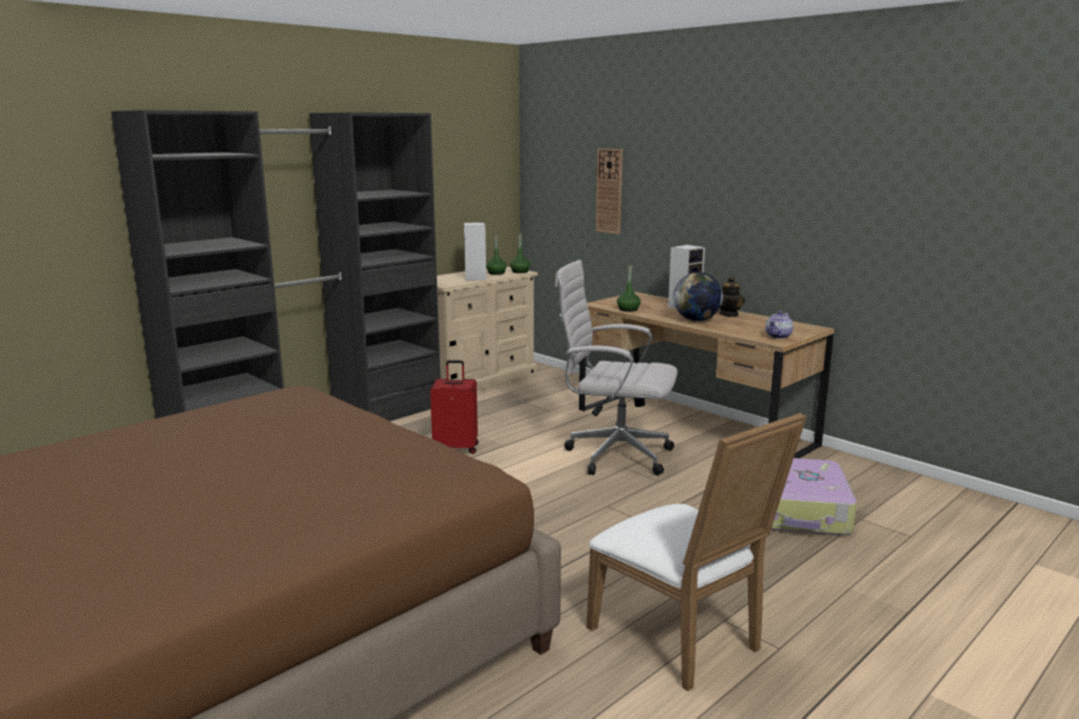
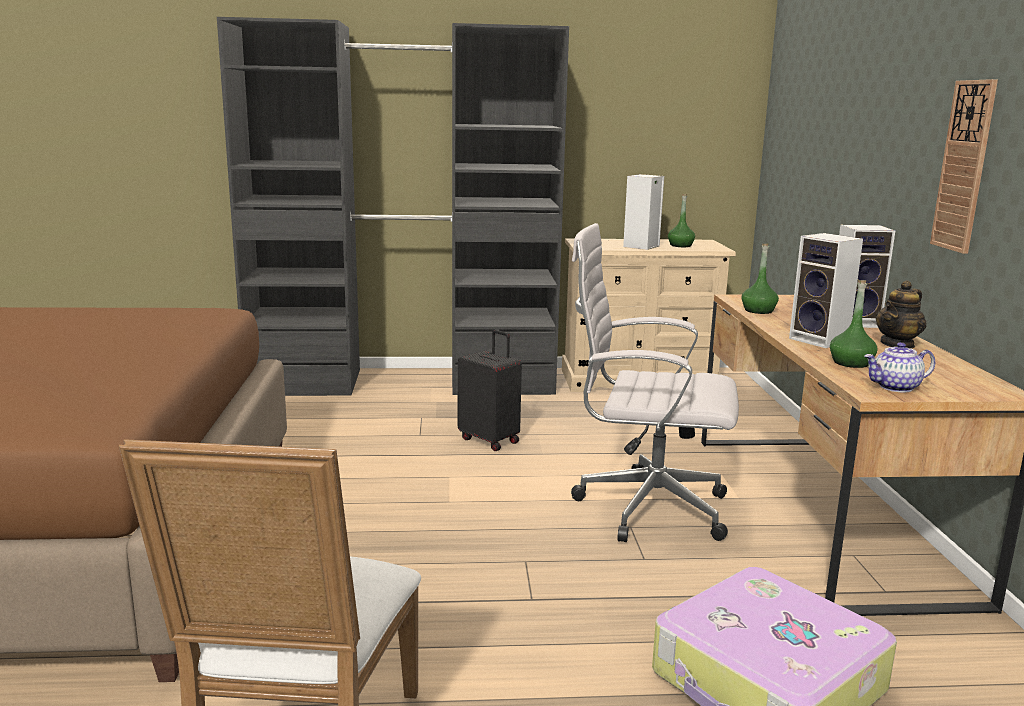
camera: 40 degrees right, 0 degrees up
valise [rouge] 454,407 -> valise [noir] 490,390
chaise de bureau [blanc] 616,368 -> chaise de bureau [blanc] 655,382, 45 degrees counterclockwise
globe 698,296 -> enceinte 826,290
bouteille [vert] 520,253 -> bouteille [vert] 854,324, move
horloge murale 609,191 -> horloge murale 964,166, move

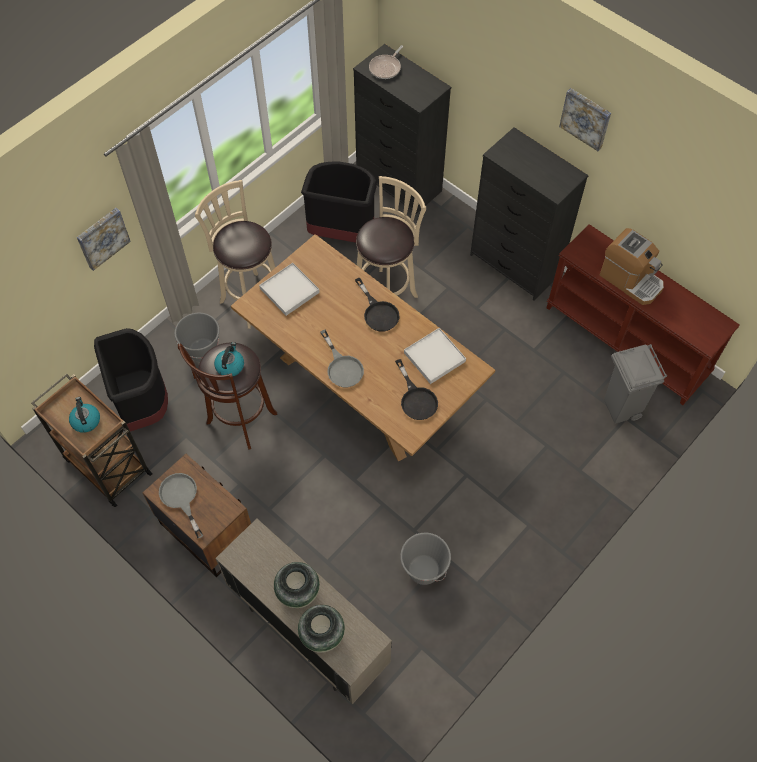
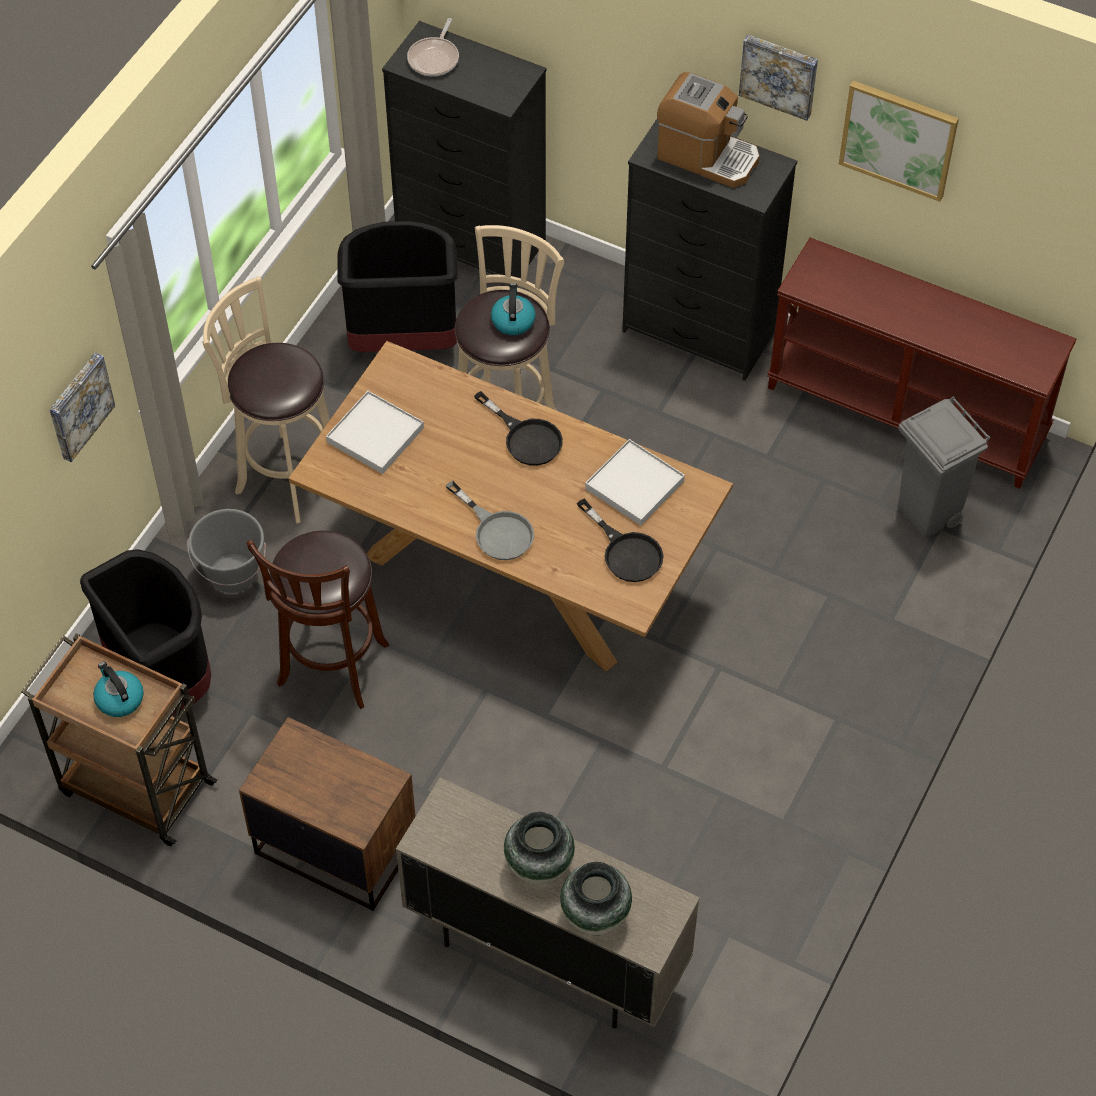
camera: 15 degrees left, 5 degrees down
bouilloire 229,359 -> bouilloire 513,309, move
machine à café 632,266 -> machine à café 708,130, move
none -> tableau 899,141
poêle [gris] 181,506 -> none
seau [gris] 425,559 -> none

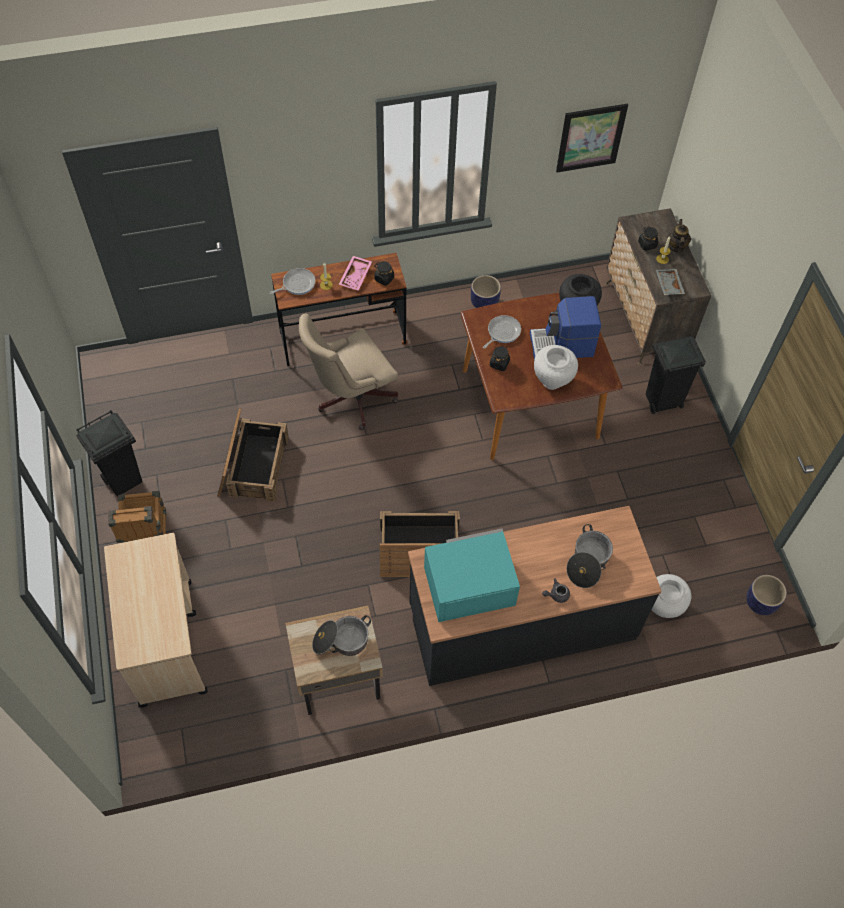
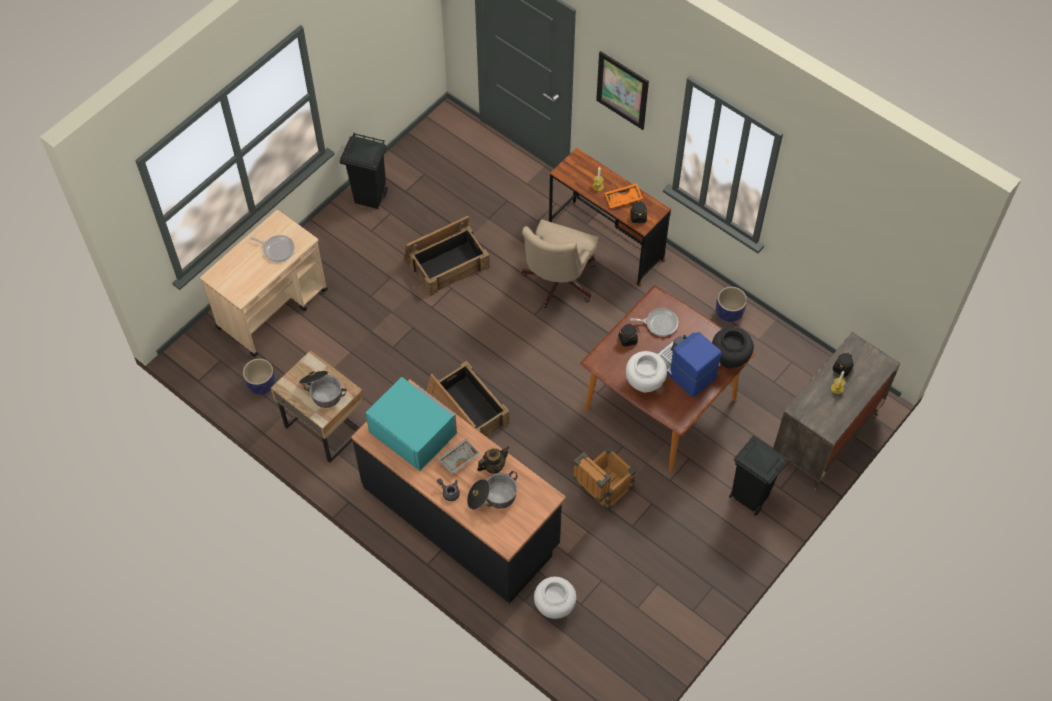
camera: 55 degrees right, 0 degrees up
cache-pot 766,595 -> cache-pot 259,376, move
poêle 292,281 -> poêle 272,248, move
plateau [gris] 670,282 -> plateau [gris] 459,456, move
théière 679,236 -> théière 493,460, move
chaise de bureau [beige] 348,372 -> chaise de bureau [beige] 560,263, 90 degrees counterclockwise
caisse 137,517 -> caisse 604,478, move
tableau 592,138 -> tableau 622,90, move
plateau [rose] 355,273 -> plateau [orange] 624,195

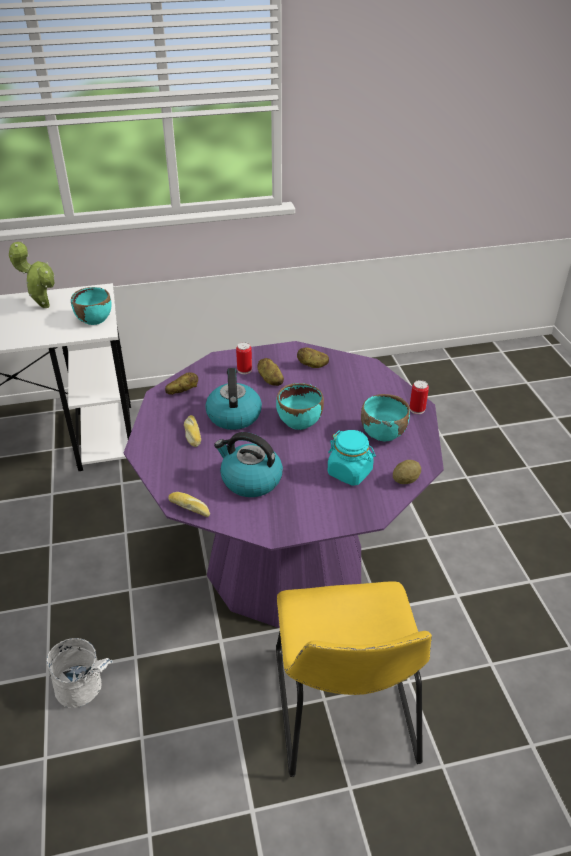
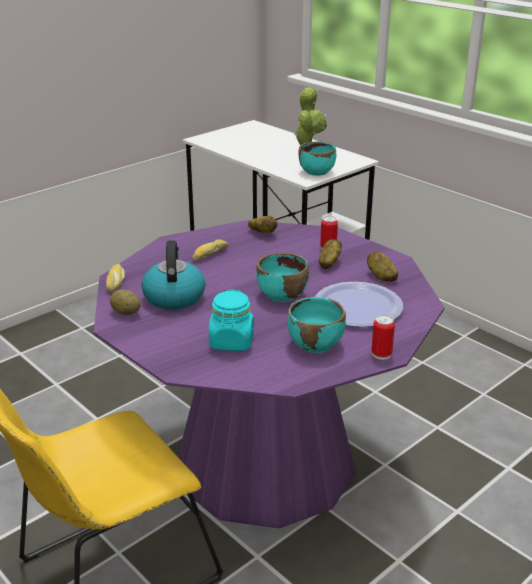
camera: 60 degrees right, 10 degrees down
pomme de terre 407,472 -> pomme de terre 125,302, move
none -> assiette 359,304
seau [blanc] 80,673 -> none
bouilloire 233,399 -> none

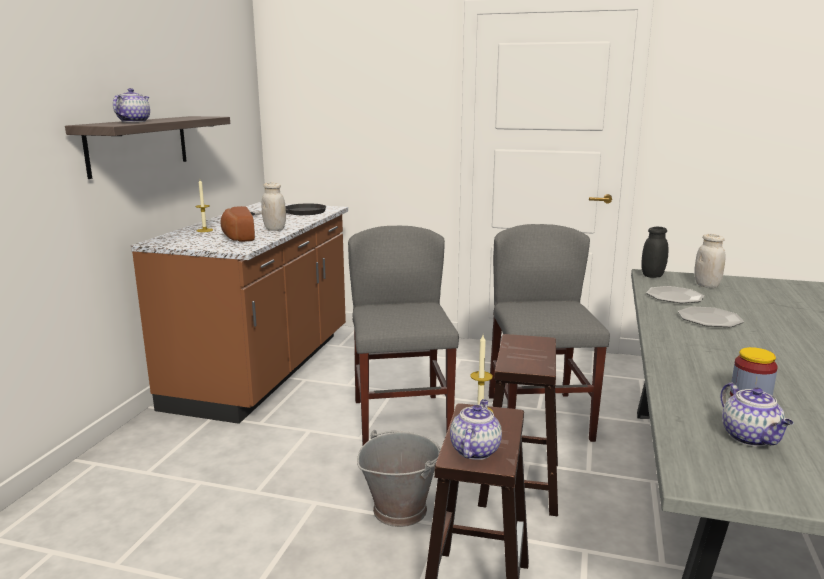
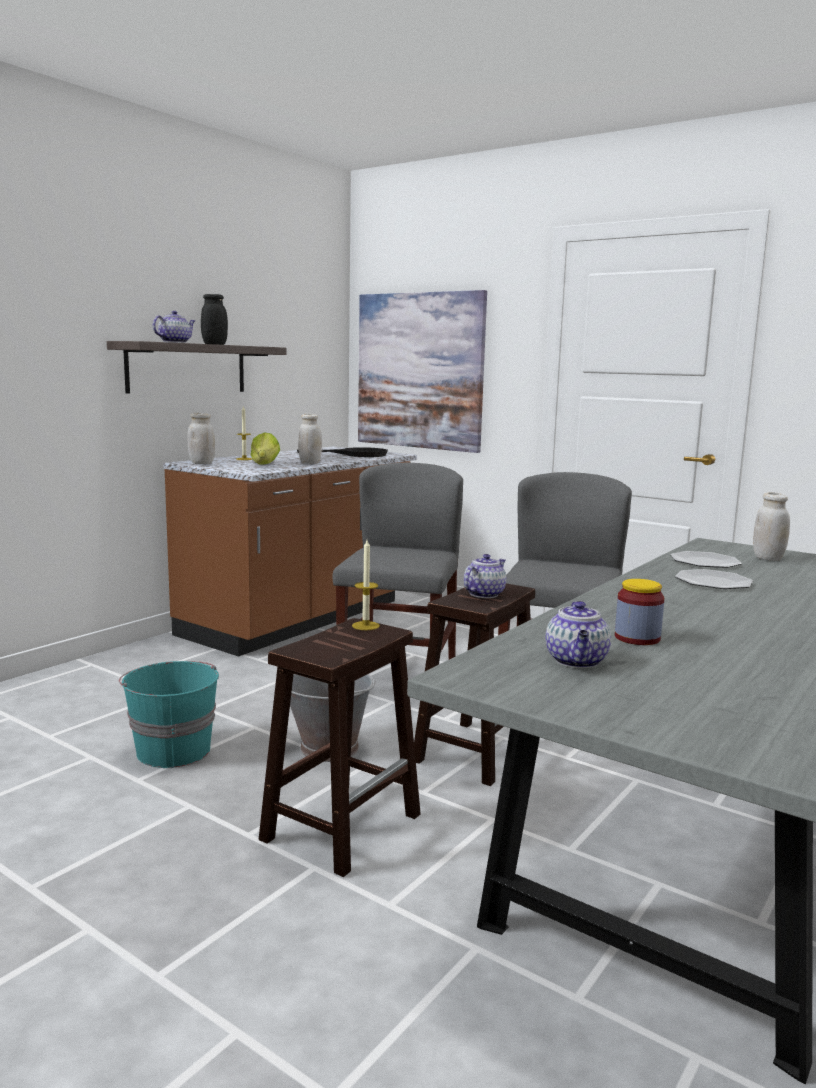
camera: 20 degrees right, 5 degrees down
none -> seau [turquoise] 169,714
none -> bocal [blanc] 201,438
bocal [noir] 654,252 -> bocal [noir] 214,319, move
pain 238,224 -> laitue 265,448
none -> tableau 422,371
théière 476,429 -> théière 485,576, move

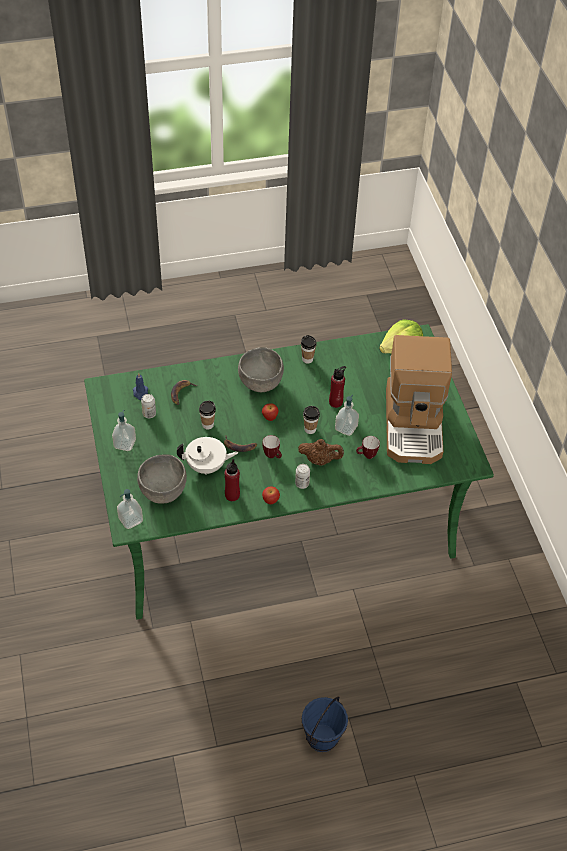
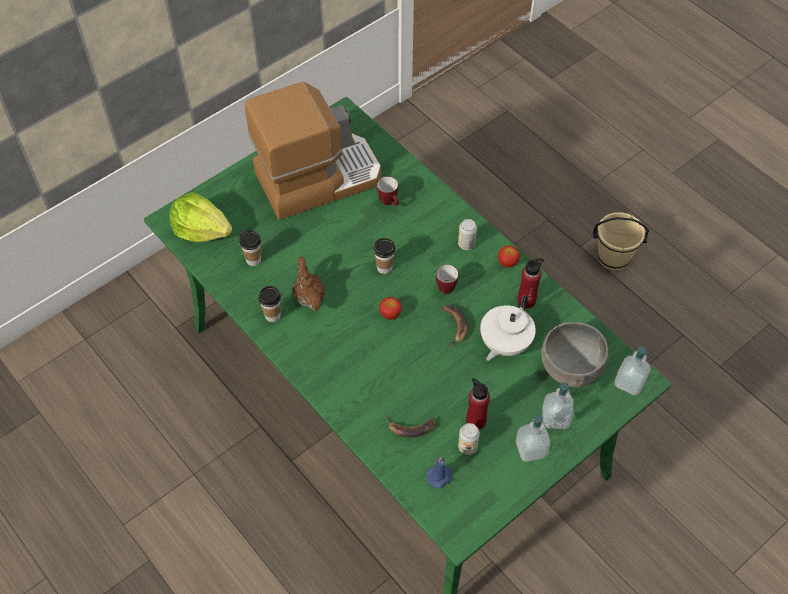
camera: 115 degrees left, 5 degrees up
tasse 207,415 -> tasse 250,248, move
théière [marron] 321,452 -> théière [marron] 308,284, move
bouteille [rouge] 337,387 -> bouteille [rouge] 478,404, move
théière [blanc] 207,456 -> théière [blanc] 508,328, 120 degrees counterclockwise
distributeur de savon 347,415 -> distributeur de savon 558,406, move
seau [bleu] 325,724 -> seau [beige] 621,241
bol [gris] 261,369 -> none

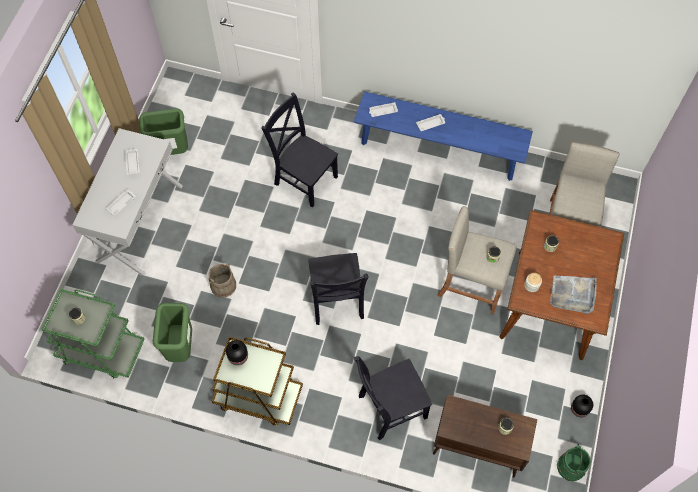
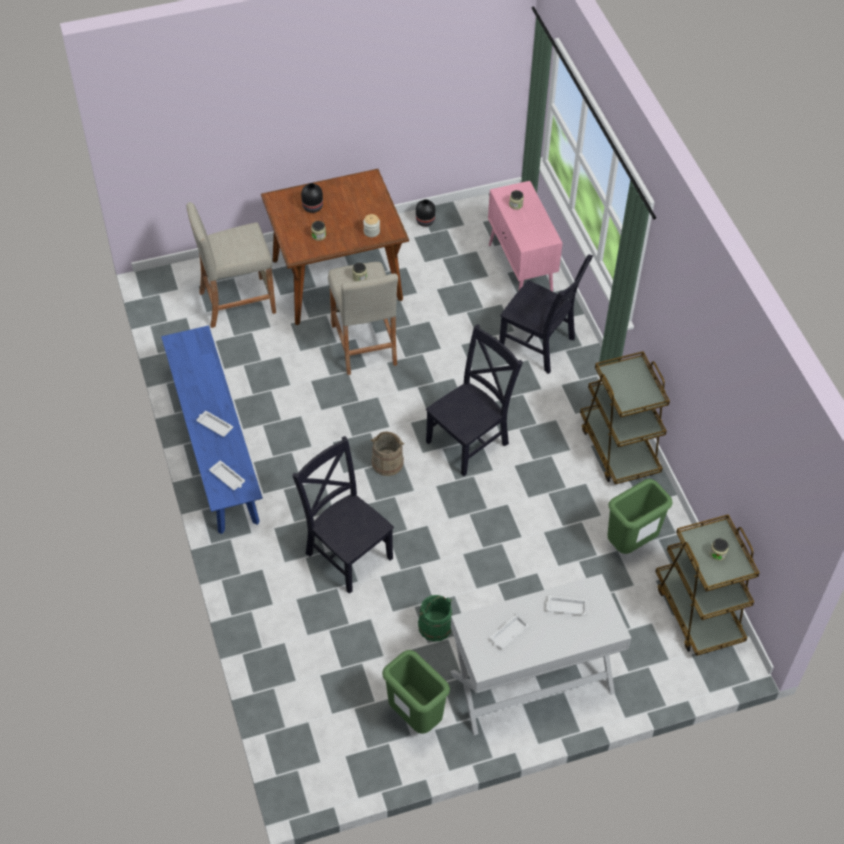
camera: 125 degrees left, 10 degrees down
chaise [noir] 299,150 -> chaise [noir] 343,515, 135 degrees clockwise
vase [noir] 237,352 -> vase [noir] 312,198, move
seau [beige] 222,281 -> seau [beige] 387,454, move
seau [vert] 574,462 -> seau [vert] 435,618, move
meuble de rangement [marron] 485,436 -> meuble de rangement [rose] 525,236
chariot [vert] 93,333 -> chariot [marron] 707,585
plateau [gris] 573,295 -> none

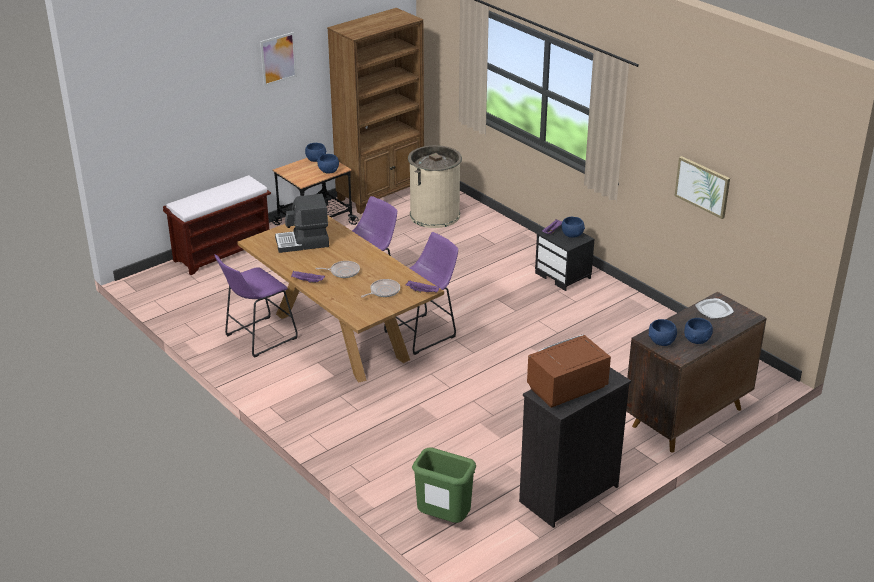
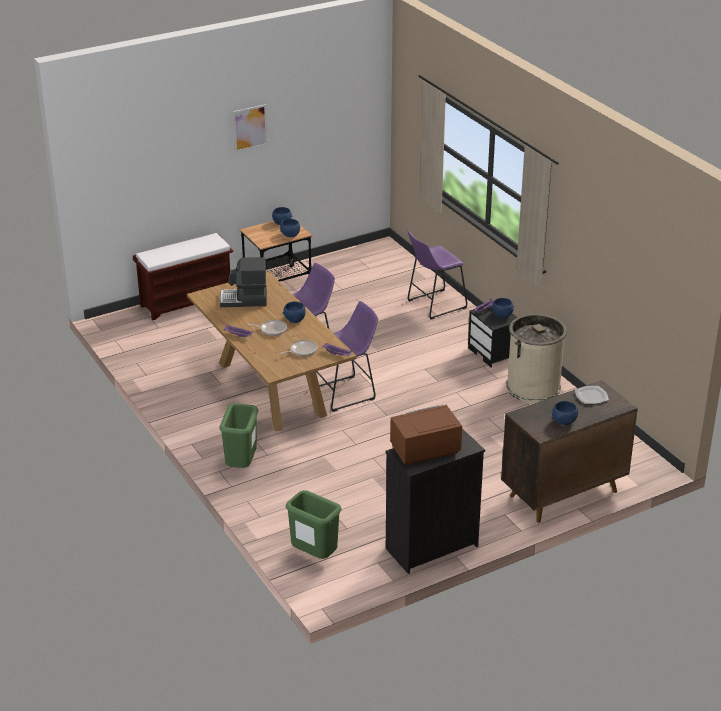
camera: 10 degrees right, 0 degrees up
none -> poubelle [vert] 239,435
bol [bleu] 662,332 -> bol [bleu] 294,312, move
tabouret [violet] 256,306 -> tabouret [violet] 437,274, move
poubelle [beige] 435,186 -> poubelle [beige] 536,358, move
bibliothèque [marron] 375,111 -> none
tableau 702,187 -> none

